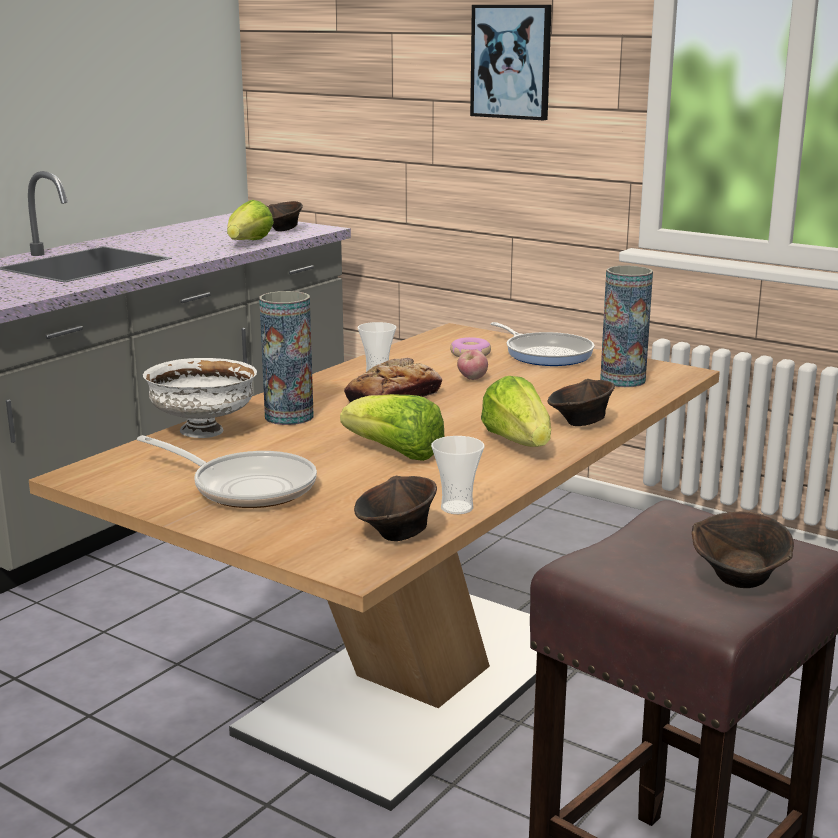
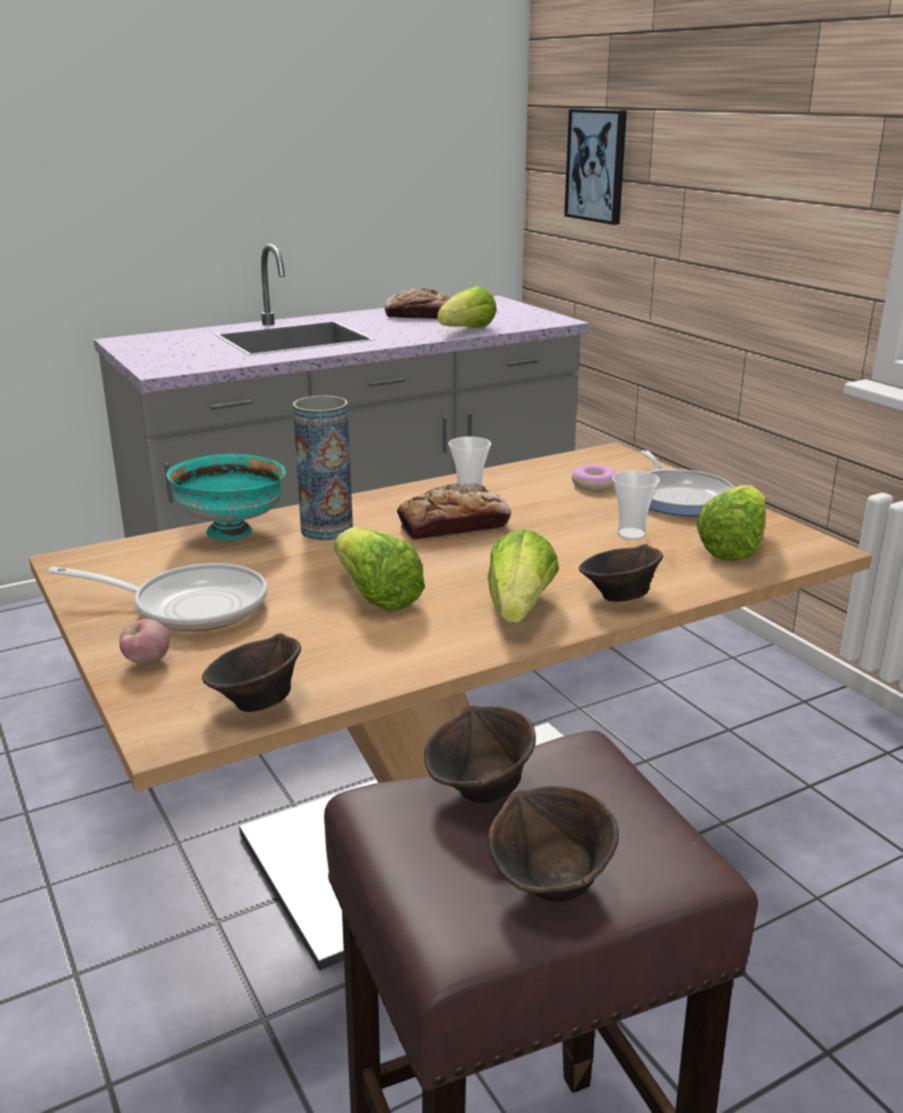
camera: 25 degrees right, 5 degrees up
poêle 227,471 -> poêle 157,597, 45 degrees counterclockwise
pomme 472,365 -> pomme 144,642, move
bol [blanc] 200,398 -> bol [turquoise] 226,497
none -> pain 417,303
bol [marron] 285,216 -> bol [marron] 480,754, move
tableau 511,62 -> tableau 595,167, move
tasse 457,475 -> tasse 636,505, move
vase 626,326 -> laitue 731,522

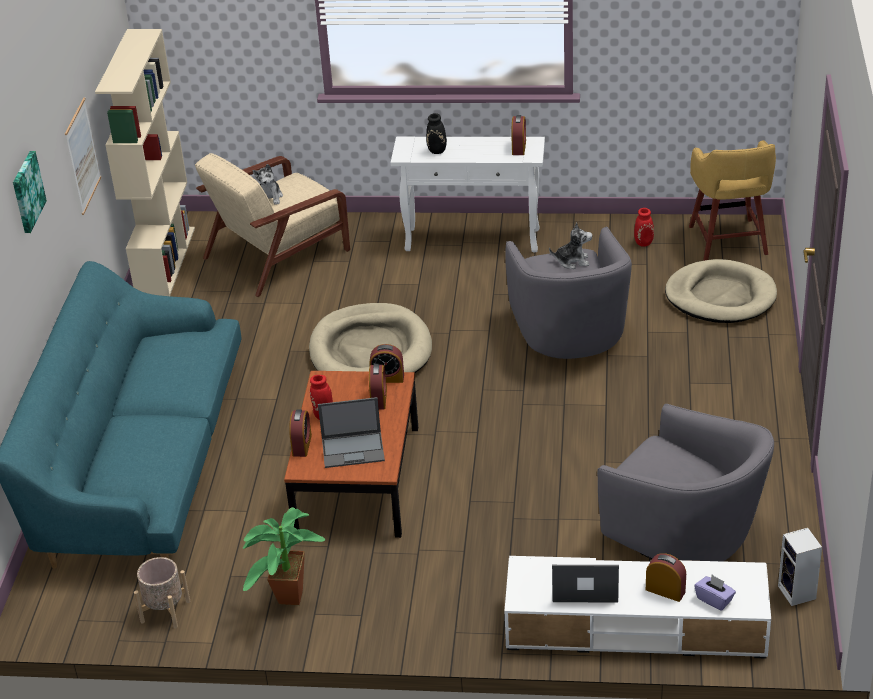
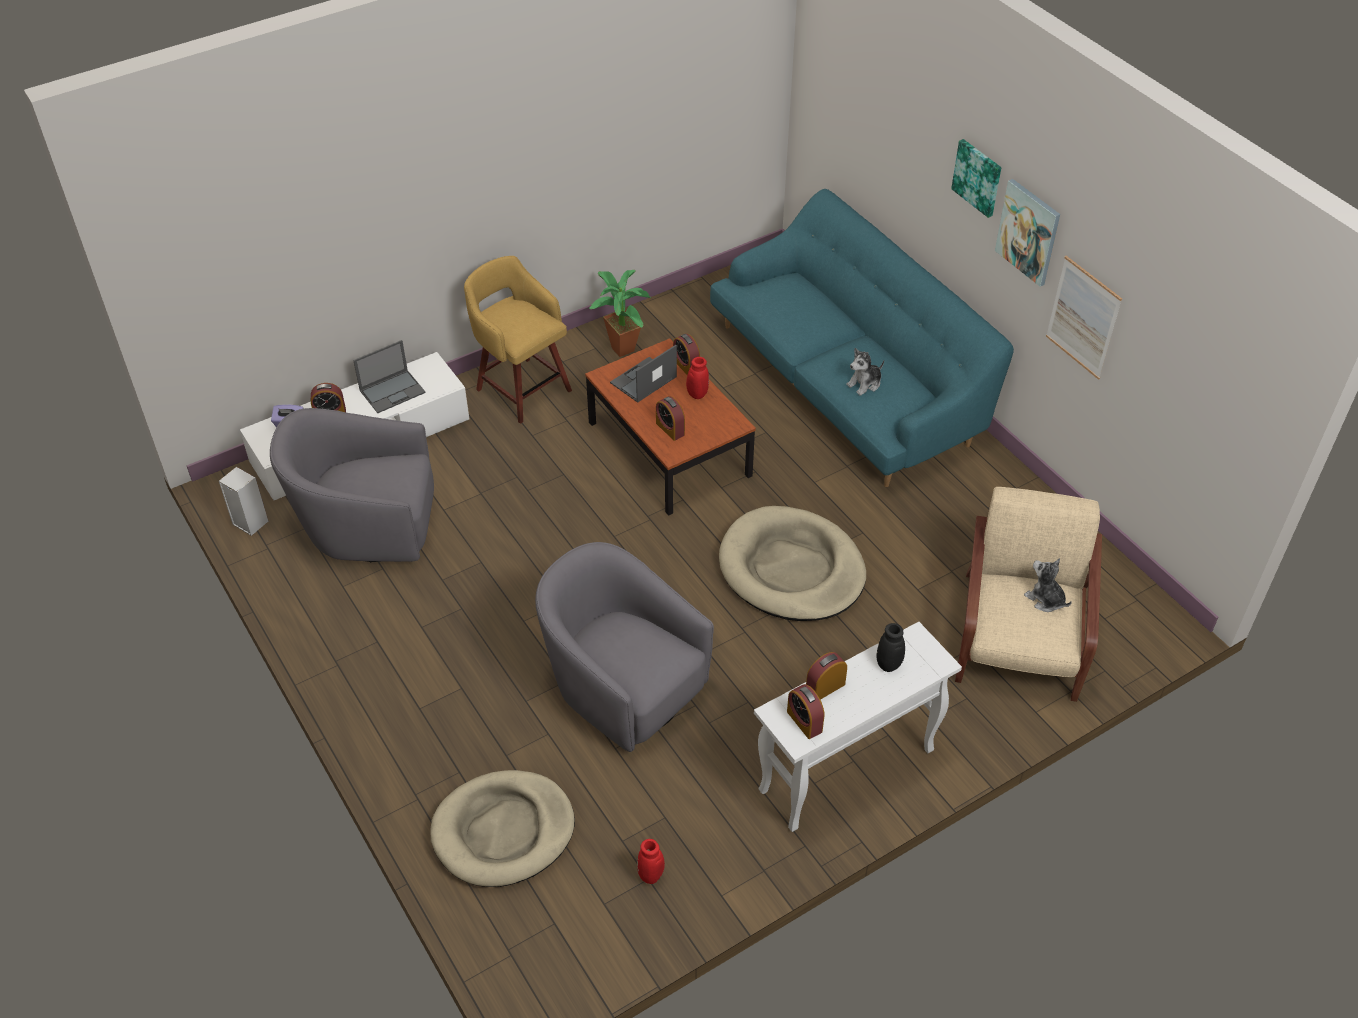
camera: 140 degrees right, 10 degrees up
tabouret [jaune] 732,200 -> tabouret [jaune] 518,340, move
réveil 386,363 -> réveil 826,676, move
peluche 570,245 -> peluche 865,372, move
none -> tableau 1027,232
bibliothèque [beige] 145,162 -> none
cache-pot [beige] 162,592 -> none

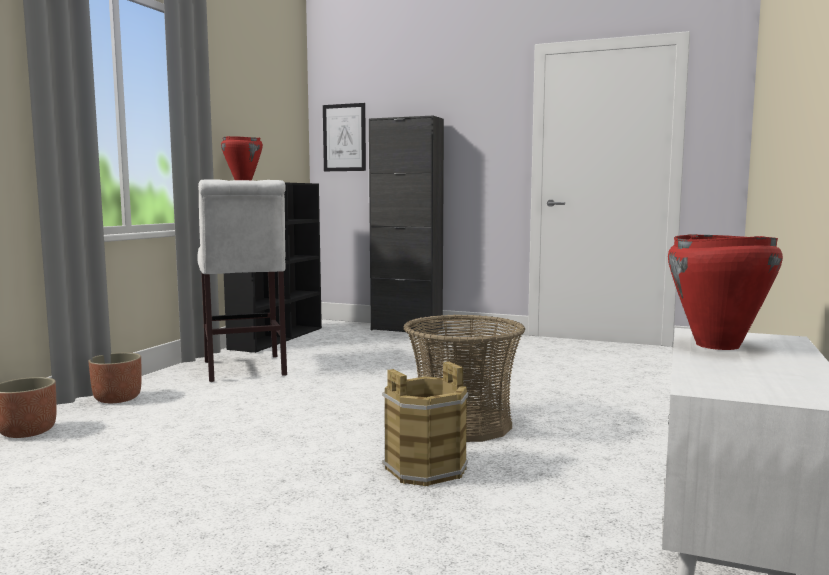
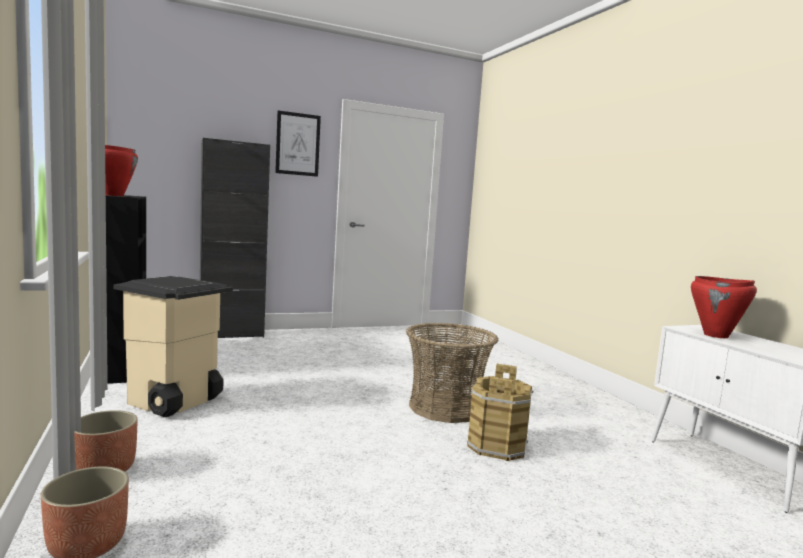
camera: 45 degrees left, 0 degrees up
tabouret [blanc] 242,280 -> poubelle [beige] 173,346
tableau 344,137 -> tableau 298,144, move

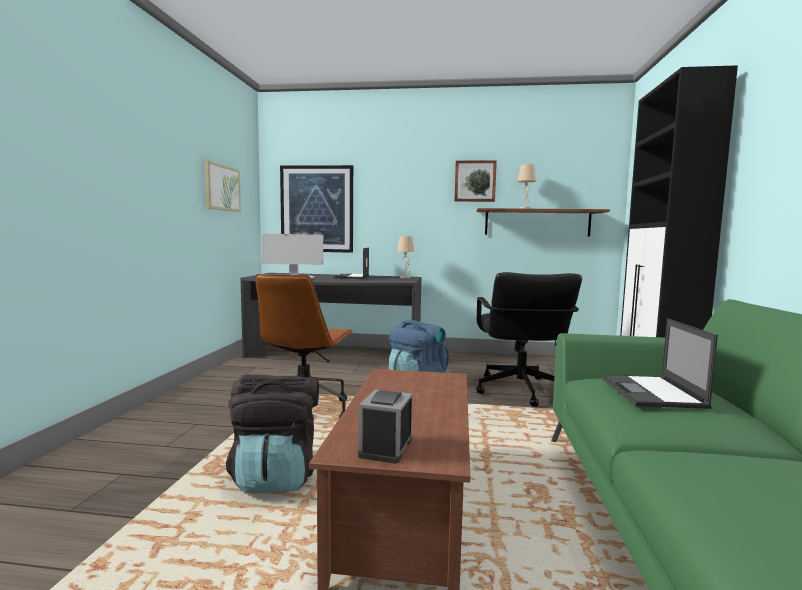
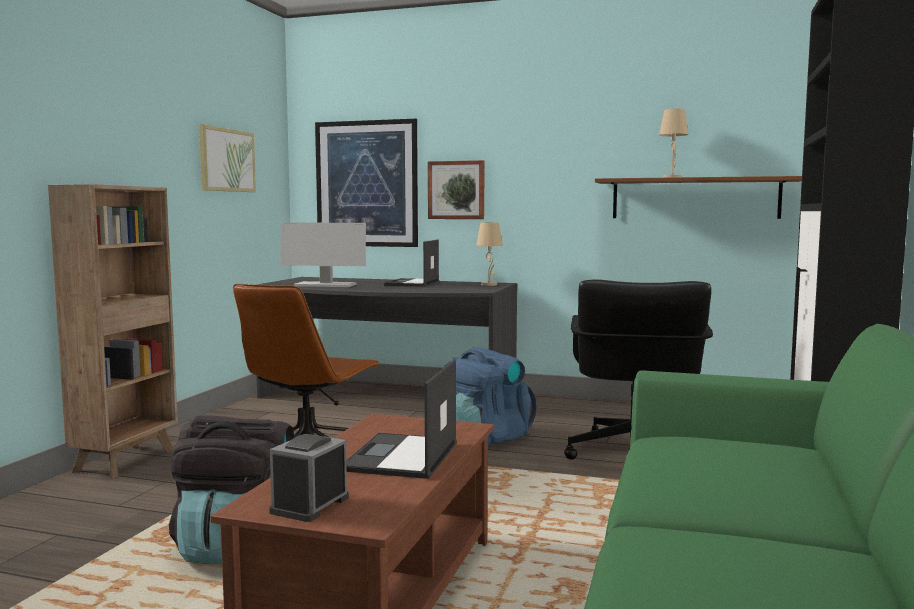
camera: 10 degrees right, 0 degrees up
none -> bibliothèque [marron] 113,331
ordinateur portable 659,363 -> ordinateur portable 401,419, move
tableau 476,181 -> tableau 456,189, move

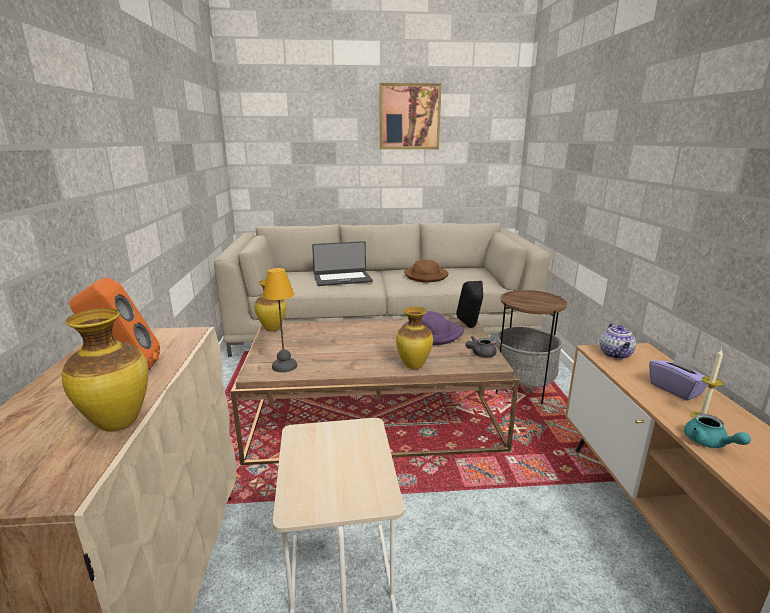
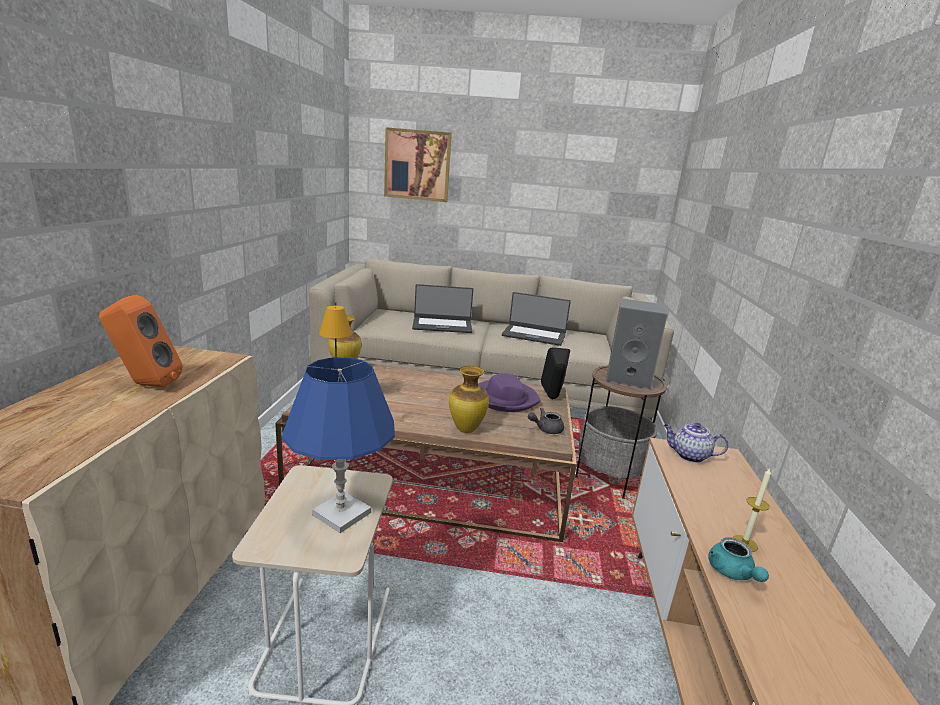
camera: 10 degrees right, 0 degrees up
none -> lampe de table [bleu] 338,445
tableau 410,116 -> tableau 418,164, move
chapeau [marron] 426,271 -> ordinateur portable 536,319
none -> enceinte [gris] 637,343
théière 617,341 -> théière 696,443, 90 degrees clockwise
vase 104,370 -> none
boîte à mouchoirs [violet] 678,376 -> none

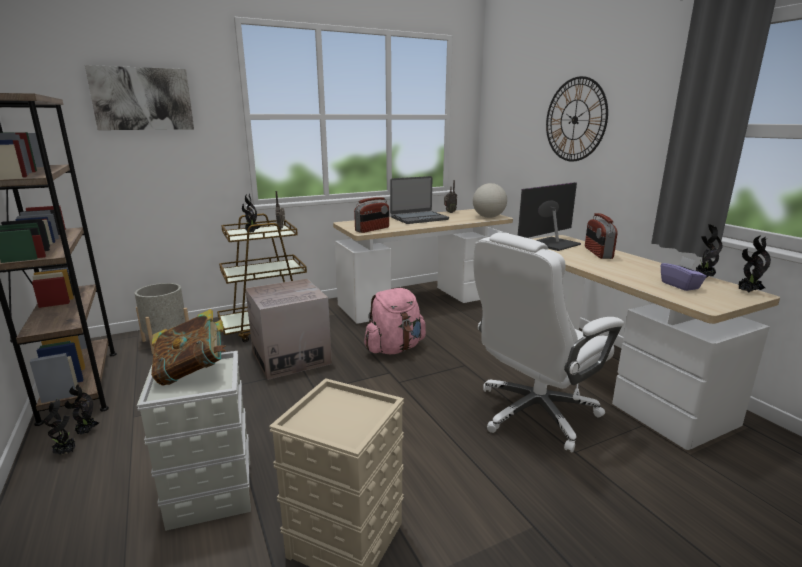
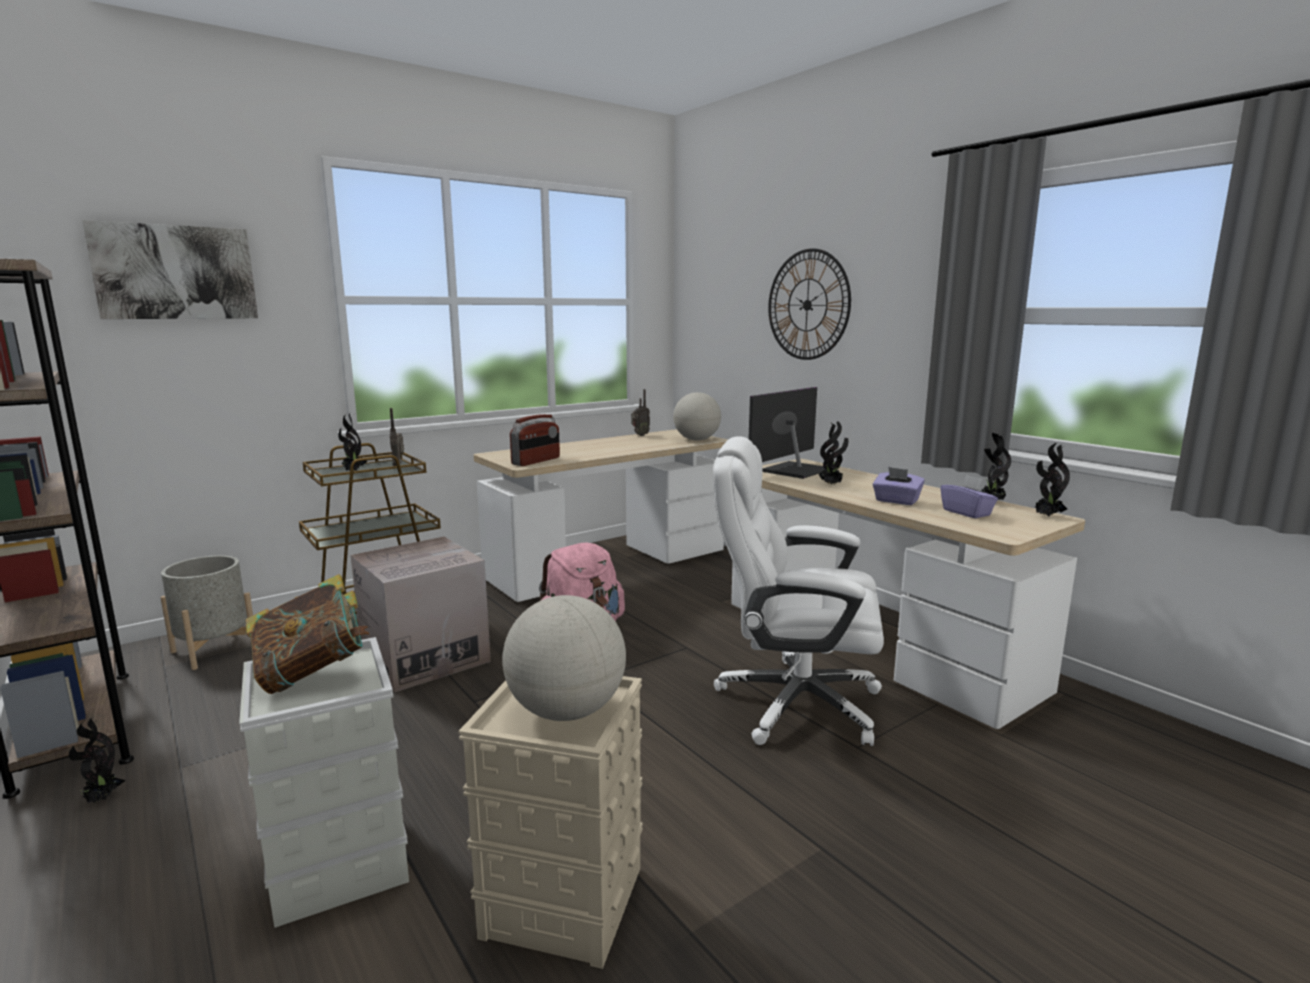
camera: 10 degrees left, 5 degrees down
none -> globe 564,658
chaise de bureau [blanc] 549,342 -> chaise de bureau [blanc] 798,591, 60 degrees clockwise
plante en pot 59,426 -> plante en pot 833,453, move
none -> boîte à mouchoirs [violet] 898,486
ordinateur portable 419,200 -> none
radio 601,236 -> none

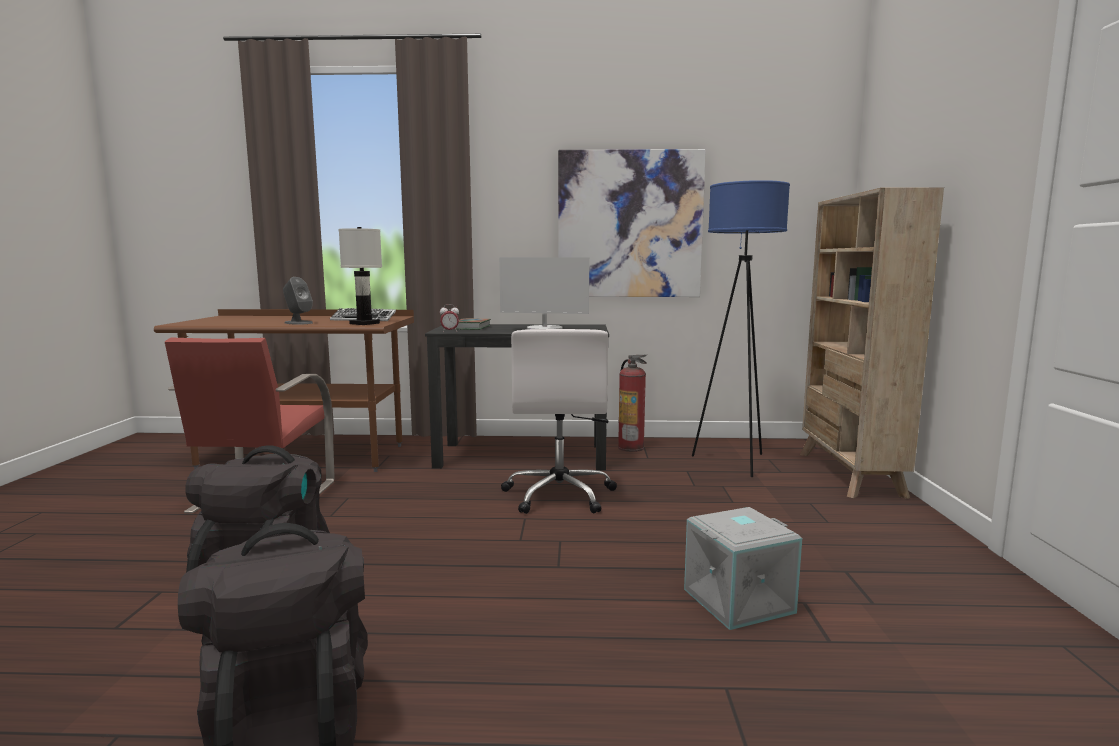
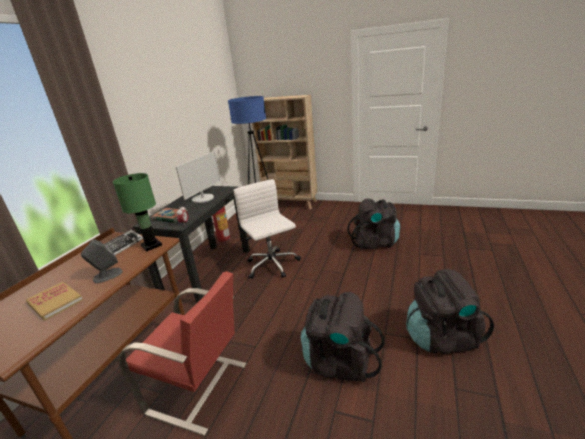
camera: 70 degrees left, 15 degrees up
none -> livre 54,301
lampe de table [blanc] 360,276 -> lampe de table [vert] 137,212
chaise de bureau [blanc] 559,421 -> chaise de bureau [blanc] 267,229, 135 degrees counterclockwise
boîte de rangement [gris] 743,568 -> sac à dos [noir] 373,224
tableau 632,223 -> none

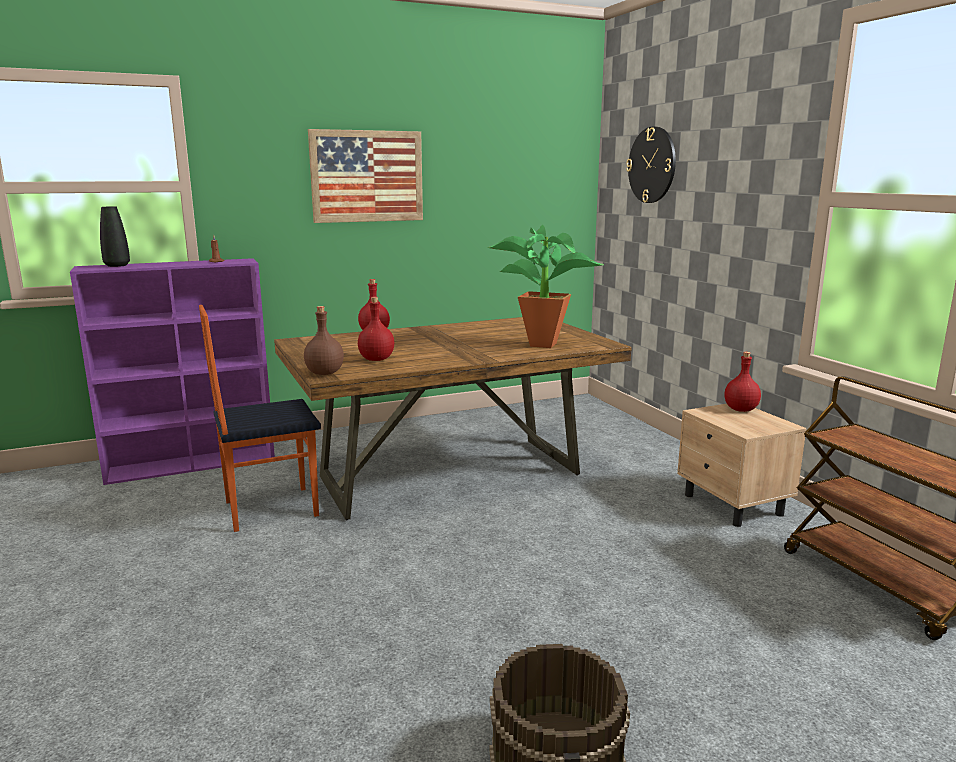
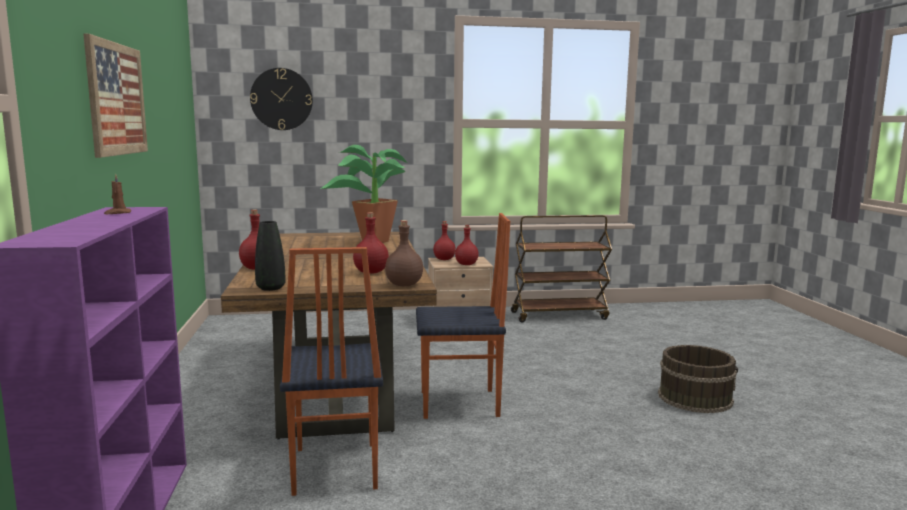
camera: 75 degrees left, 5 degrees down
vase [noir] 115,236 -> vase [noir] 270,256, move
none -> chaise 463,316
none -> bouteille [rouge] 467,245

